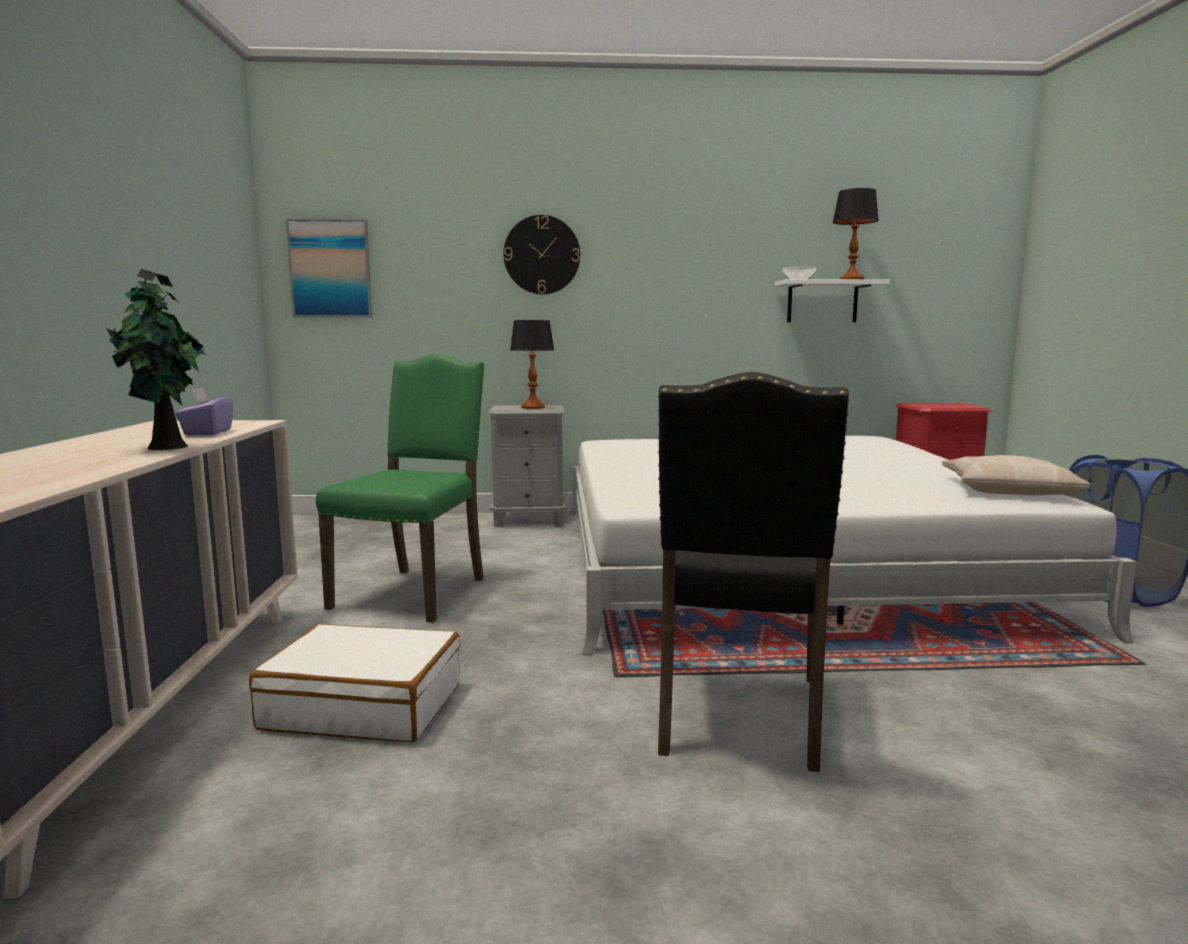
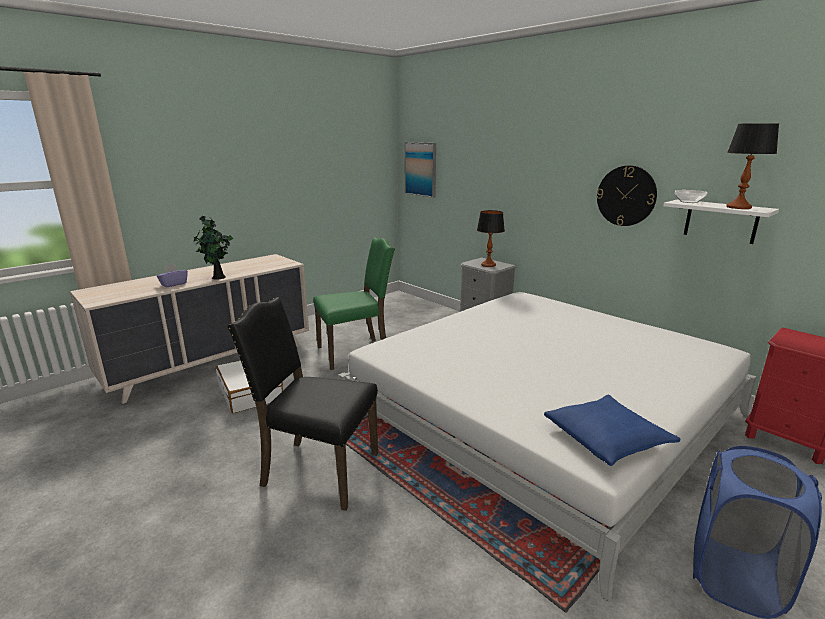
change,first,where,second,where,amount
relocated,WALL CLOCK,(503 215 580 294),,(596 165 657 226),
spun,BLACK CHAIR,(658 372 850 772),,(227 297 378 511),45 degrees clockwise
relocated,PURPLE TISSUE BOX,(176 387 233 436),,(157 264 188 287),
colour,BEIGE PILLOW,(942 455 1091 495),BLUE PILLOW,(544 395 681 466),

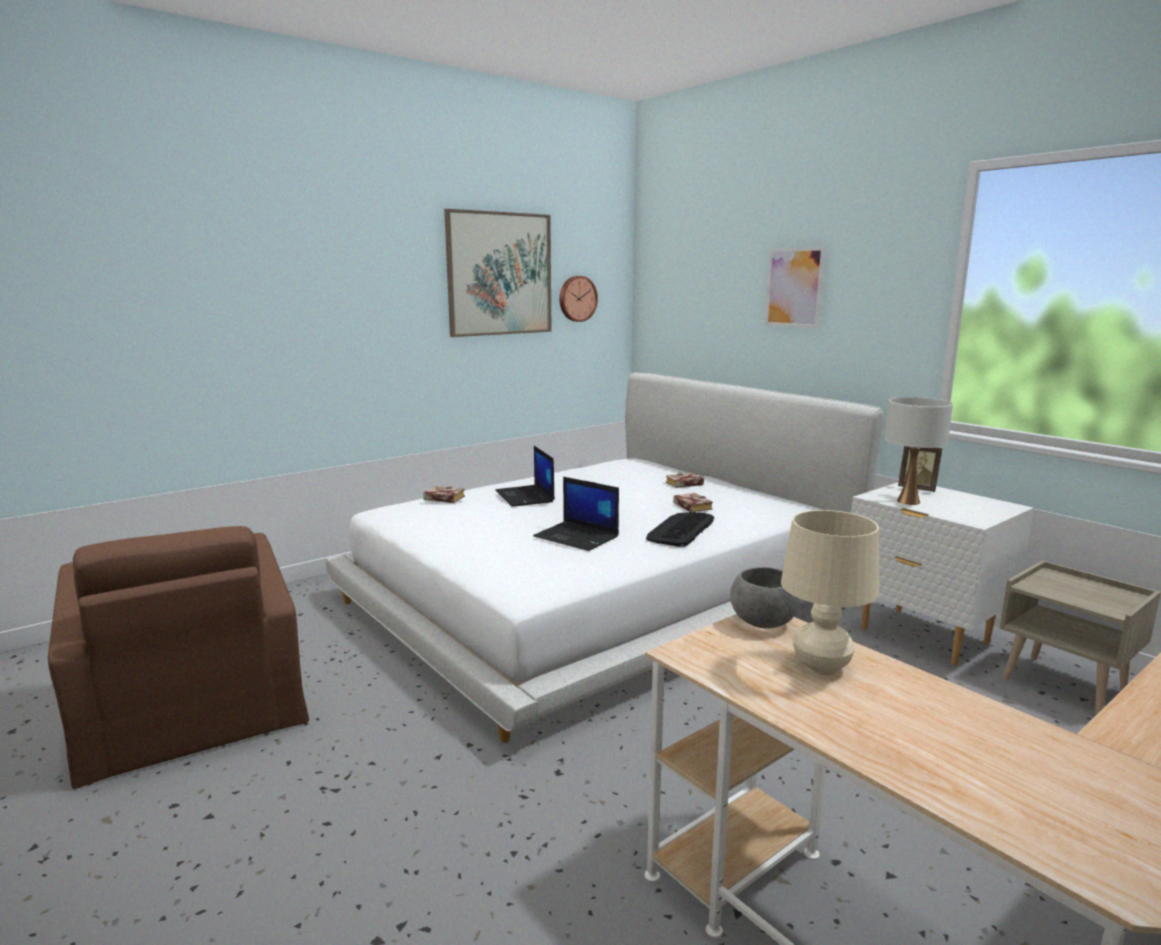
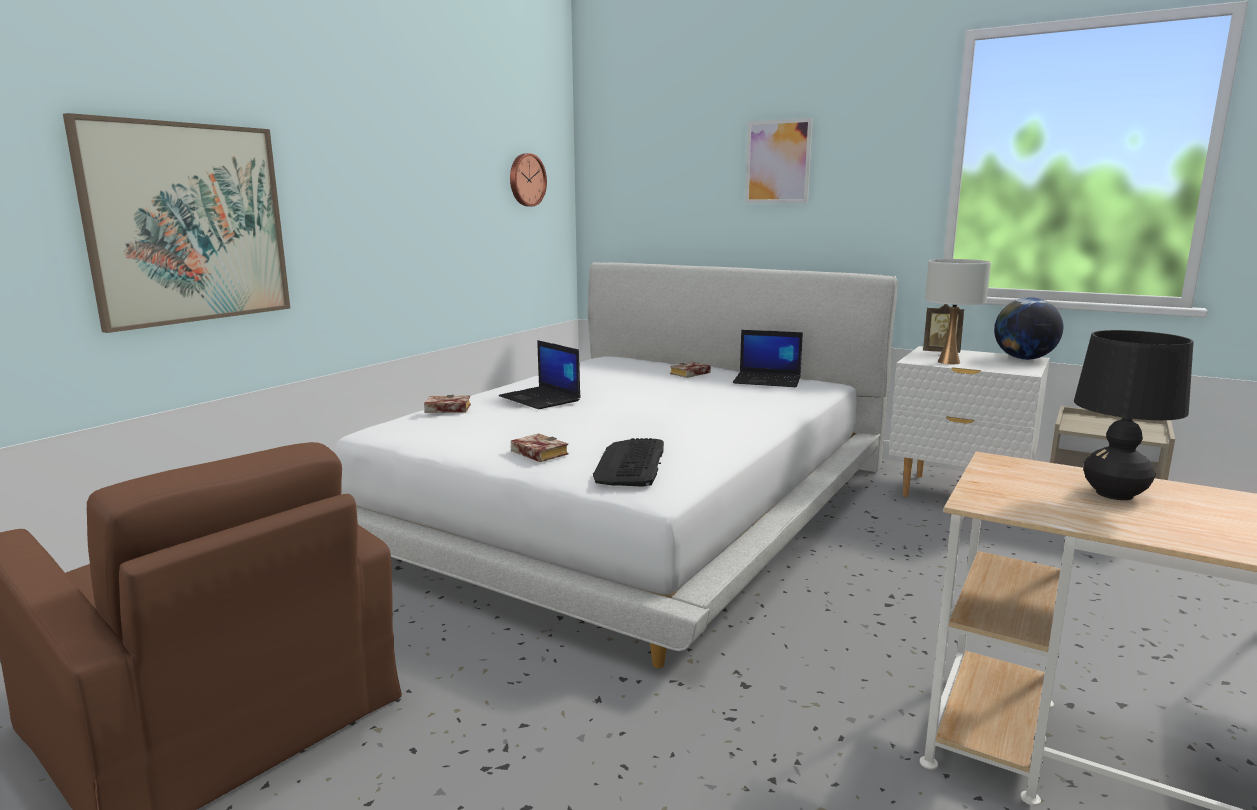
change,first,where,second,where,amount
relocated,PICTURE,(444 209 552 337),,(63 113 290 333),
relocated,LAPTOP,(533 477 619 551),,(733 330 803 387),
relocated,BOOK,(673 493 713 512),,(511 433 568 462),
colour,BEIGE TABLE LAMP,(781 510 879 675),BLACK TABLE LAMP,(1074 330 1194 500),
relocated,KEYBOARD,(646 512 714 547),,(593 438 664 487),
missing,GREY BOWL,(730 567 801 629),,,
appeared,,,GLOBE,(994 297 1063 360),

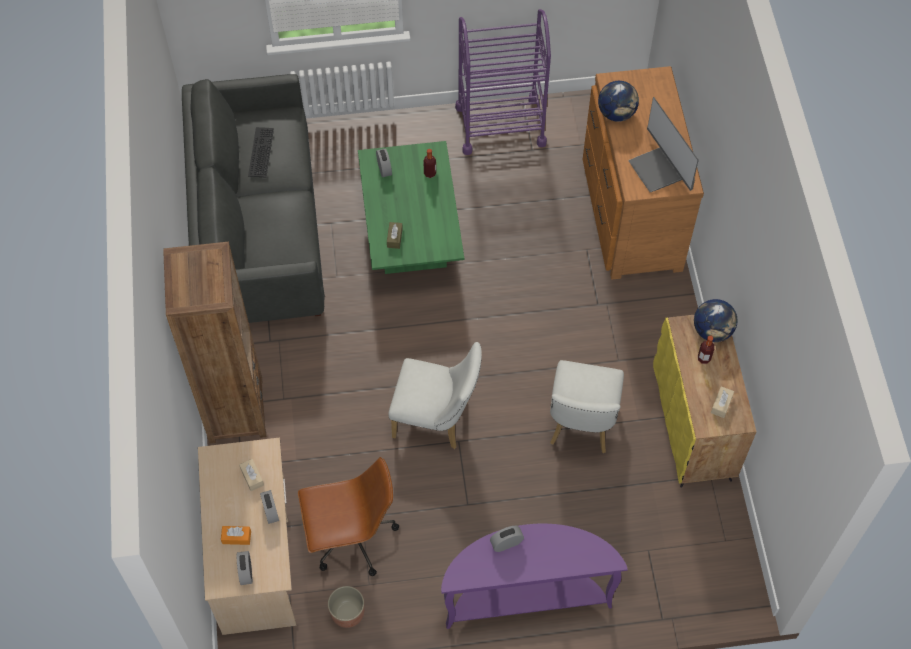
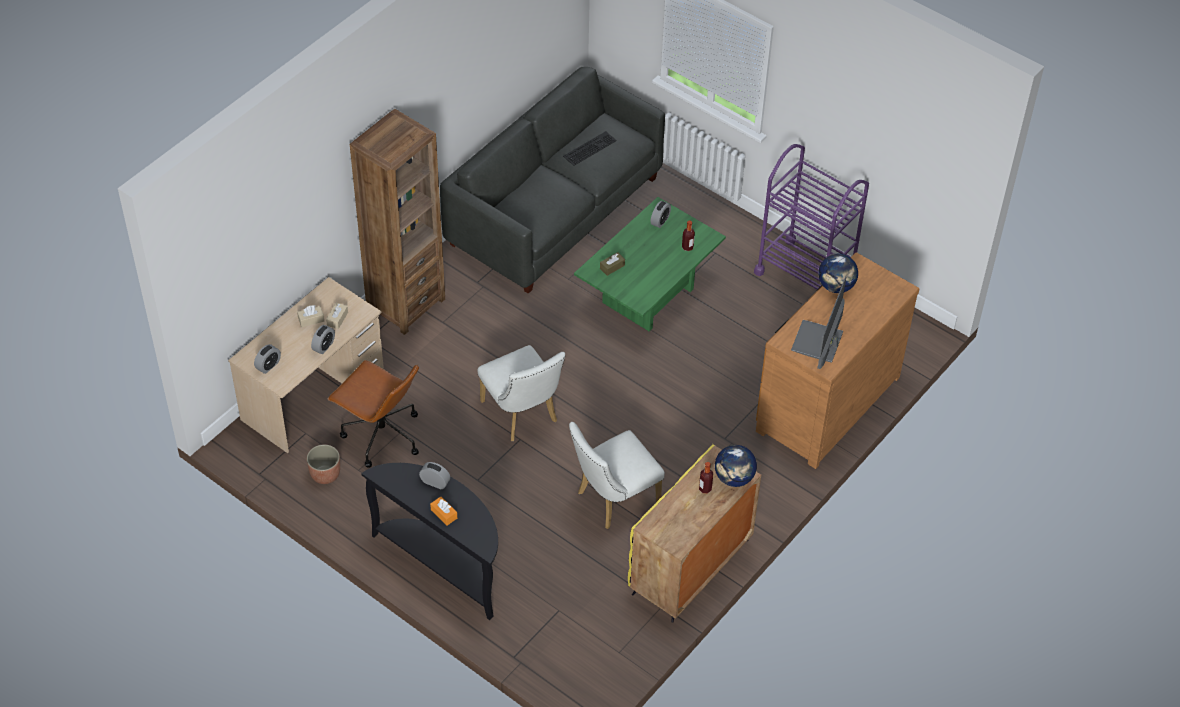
change,first,where,second,where,amount
relocated,BEIGE TISSUE BOX,(711 386 734 418),,(297 305 324 327),
colour,PURPLE CONSOLE TABLE,(441 524 628 629),BLACK CONSOLE TABLE,(362 463 498 620),
relocated,ORANGE TISSUE BOX,(221 526 251 545),,(430 496 457 525),

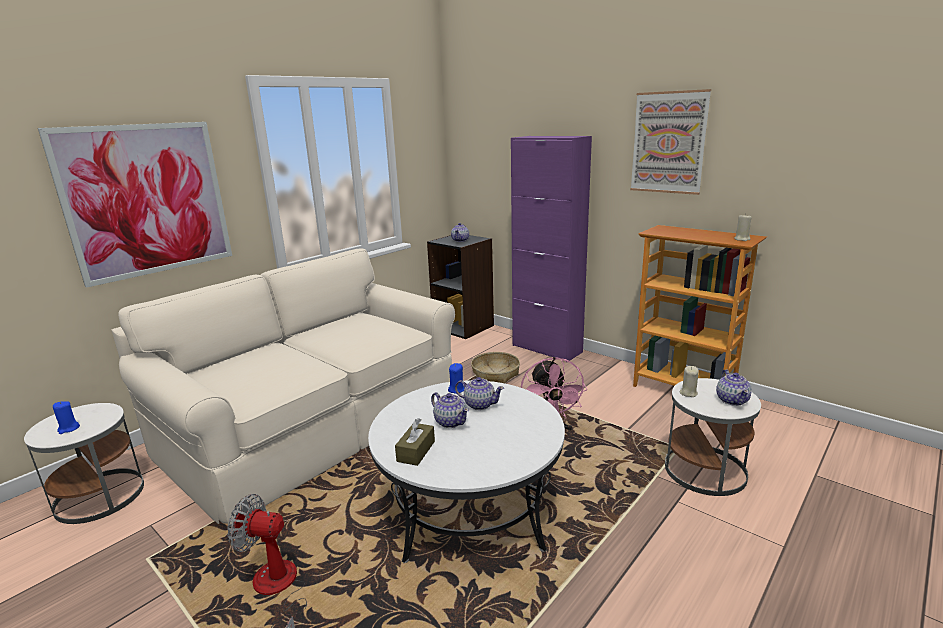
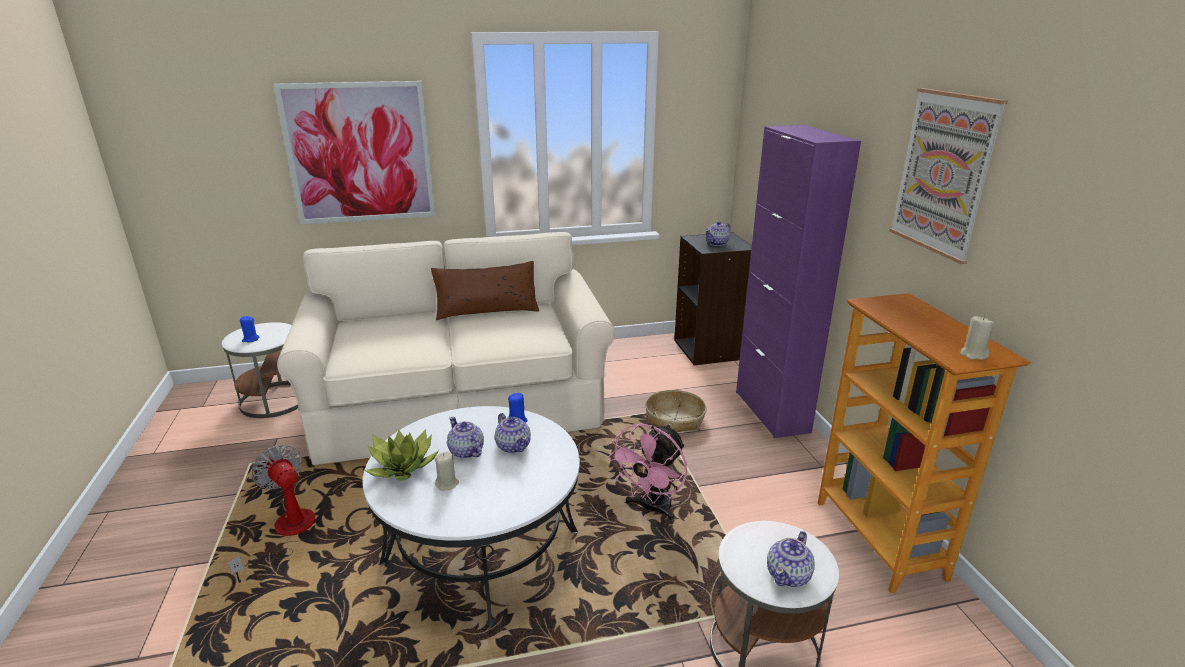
change,first,where,second,where,amount
relocated,BEIGE CANDLE,(680 366 699 397),,(435 452 459 491),
spun,TEAPOT,(431 392 469 428),,(447 417 484 459),150 degrees clockwise
exchanged,BROWN TISSUE BOX,(395 418 435 466),POTTED PLANT,(364 429 439 481),
appeared,,,BROWN PILLOW,(431 261 539 320),

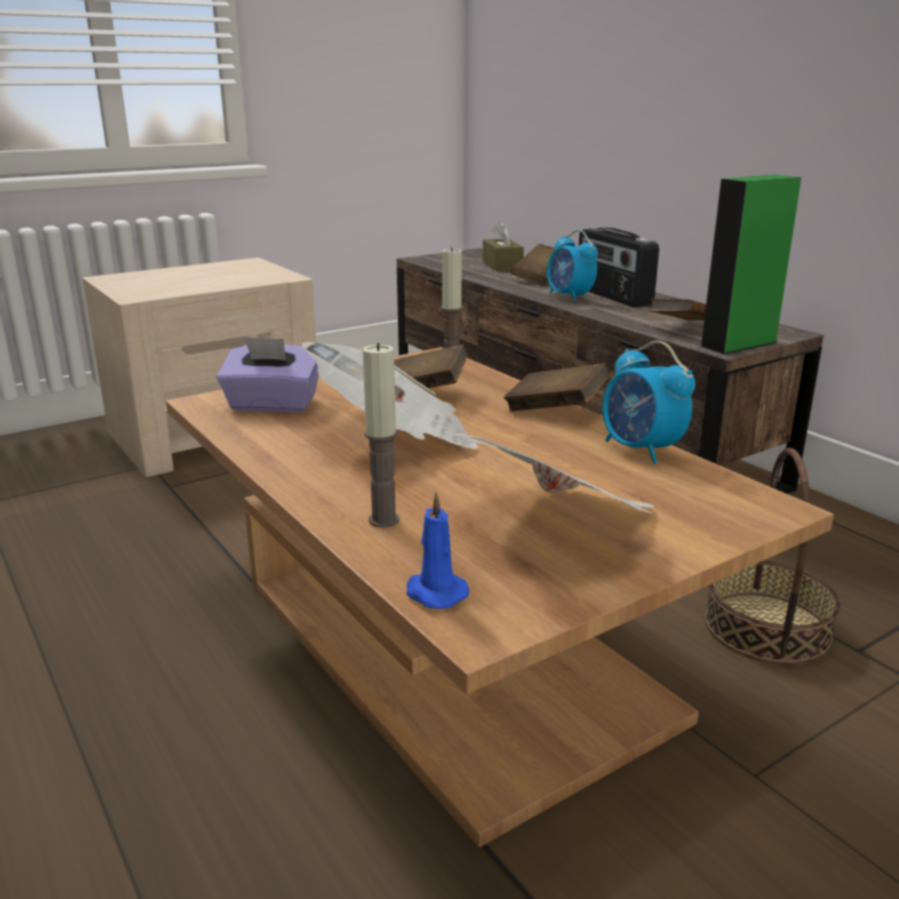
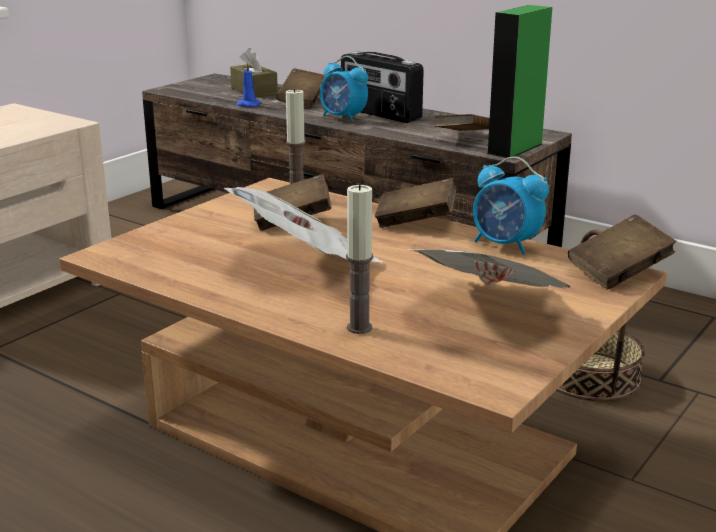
change,first,where,second,where,amount
missing,PURPLE TISSUE BOX,(217 337 319 412),,,
relocated,BLUE CANDLE,(406 492 469 609),,(236 62 261 107),
appeared,,,BROWN BOOK,(568 215 677 289),

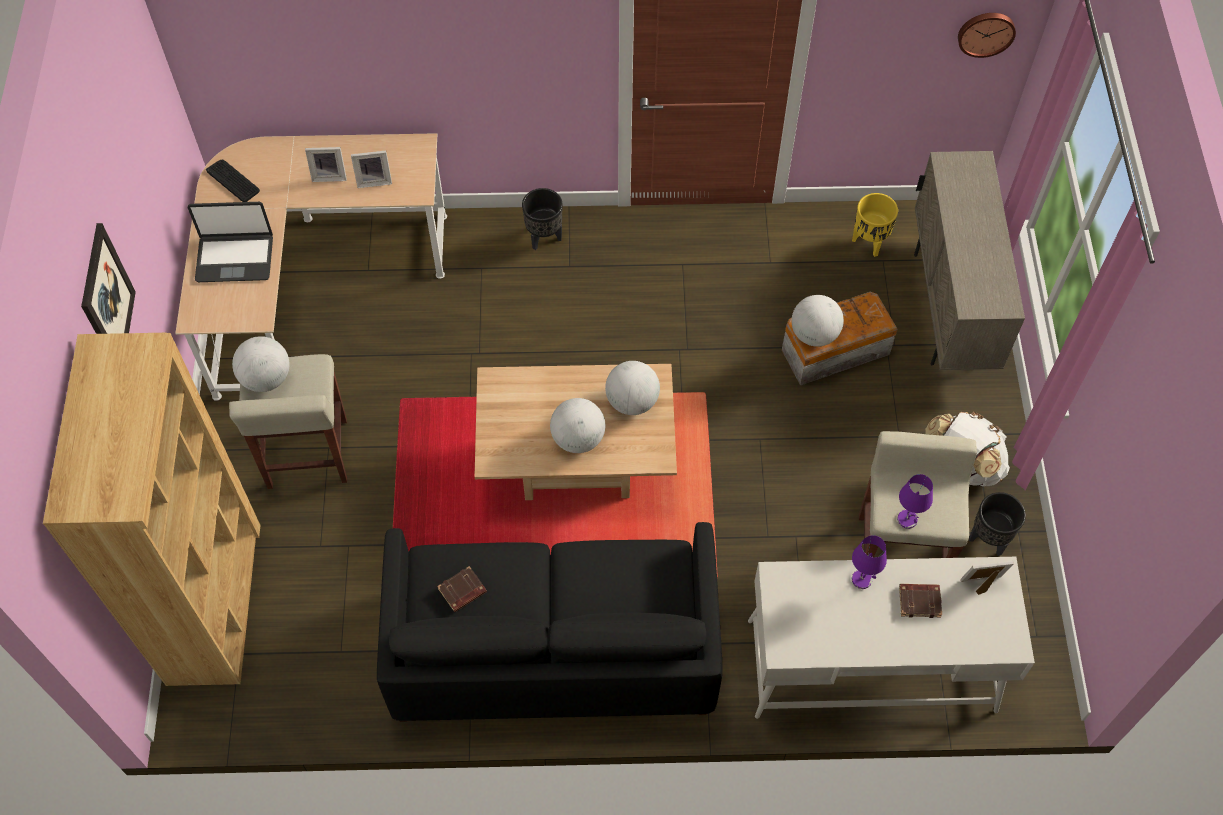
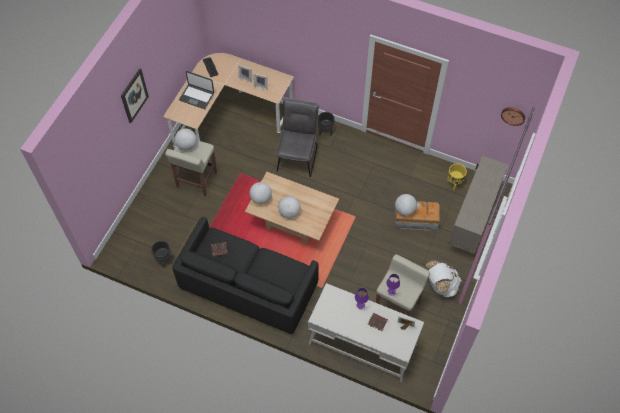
change,first,where,second,where,amount
missing,BROWN BOOKCASE,(43 333 260 686),,,
relocated,GLOBE,(605 361 660 415),,(250 182 272 204),
relocated,BLACK PLANTER,(969 492 1026 556),,(151 241 172 268),
appeared,,,GREY CHAIR,(276 99 319 177),

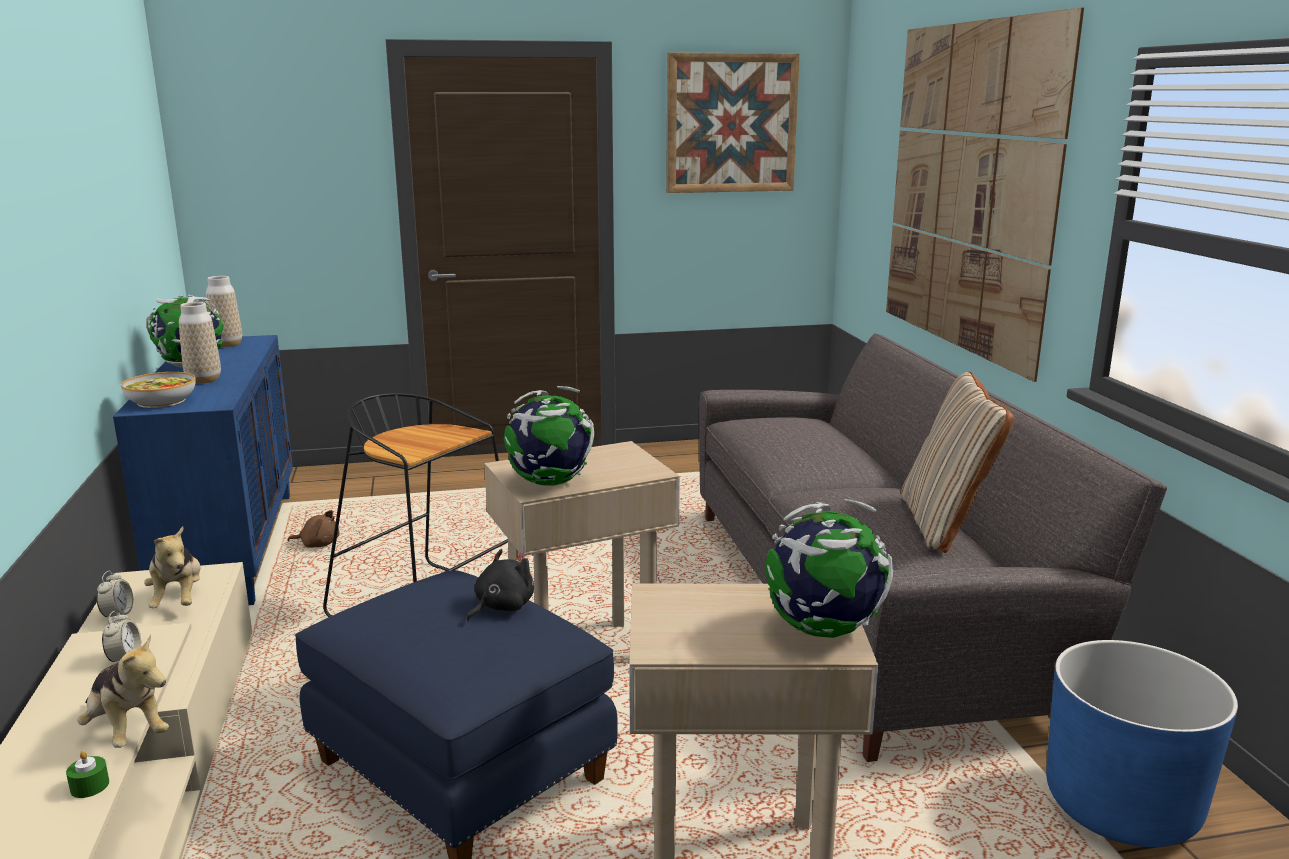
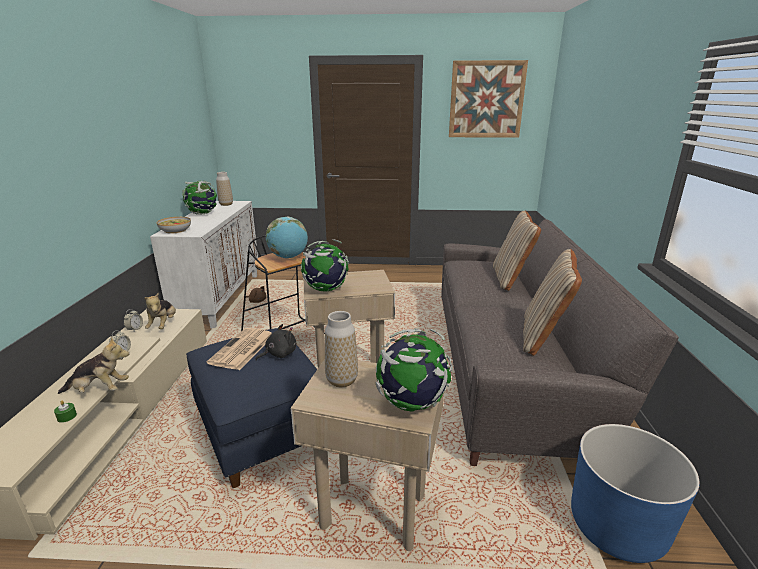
change,first,where,second,where,amount
missing,PICTURE,(886 7 1084 382),,,
relocated,VASE,(179 302 221 384),,(325 311 358 387),
colour,BLUE CABINET,(113 335 293 605),WHITE CABINET,(150 201 258 329),
spun,PLUSH TOY,(77 634 169 748),,(58 337 129 394),60 degrees counterclockwise
appeared,,,BEIGE PILLOW,(493 210 541 291),
appeared,,,GLOBE,(266 217 308 258),
appeared,,,NEWSPAPER,(207 328 272 370),

